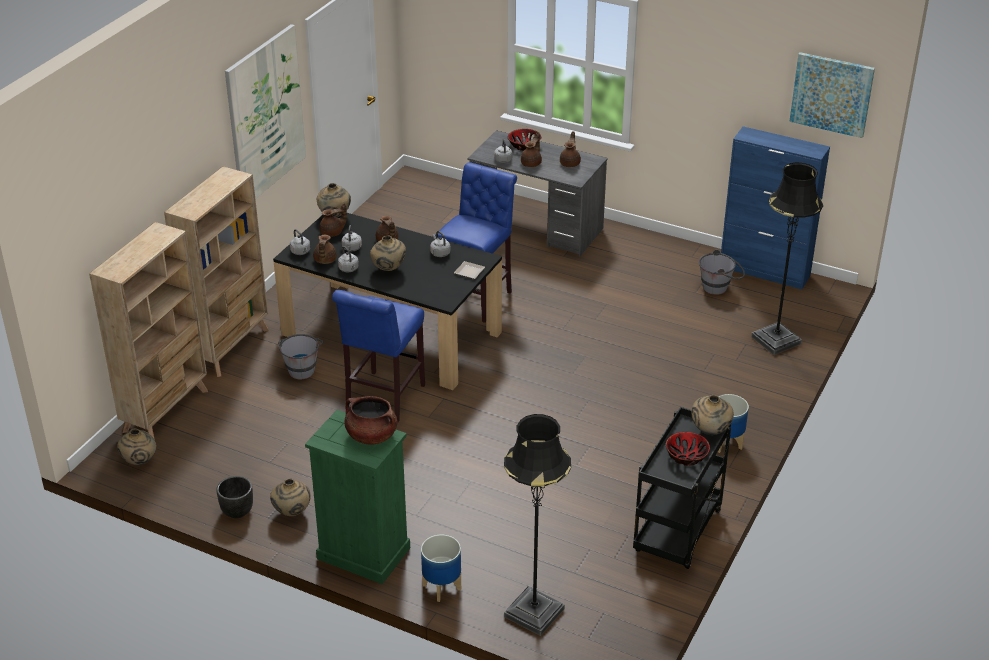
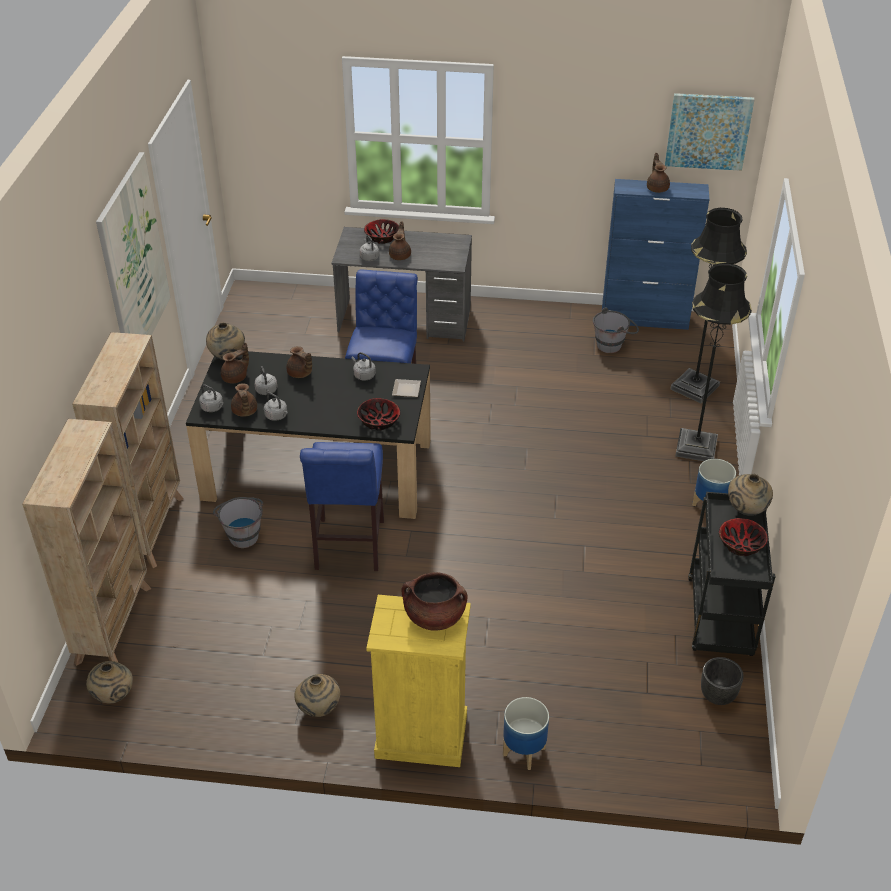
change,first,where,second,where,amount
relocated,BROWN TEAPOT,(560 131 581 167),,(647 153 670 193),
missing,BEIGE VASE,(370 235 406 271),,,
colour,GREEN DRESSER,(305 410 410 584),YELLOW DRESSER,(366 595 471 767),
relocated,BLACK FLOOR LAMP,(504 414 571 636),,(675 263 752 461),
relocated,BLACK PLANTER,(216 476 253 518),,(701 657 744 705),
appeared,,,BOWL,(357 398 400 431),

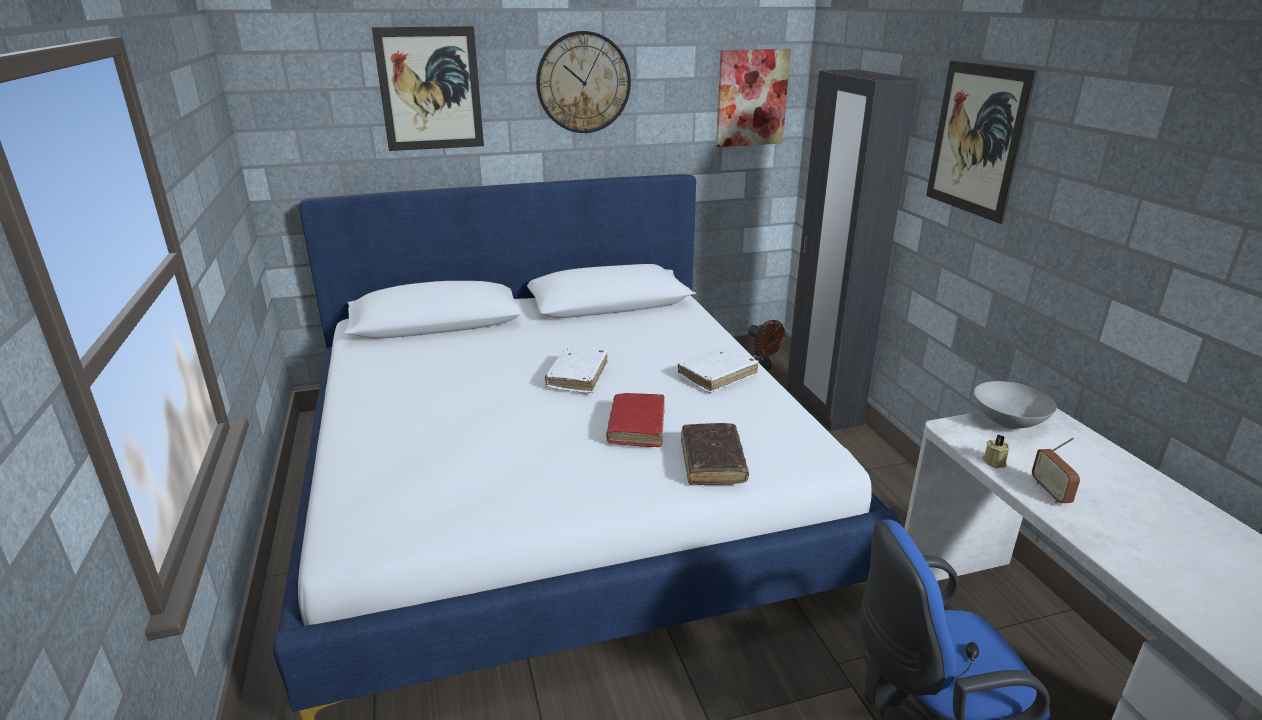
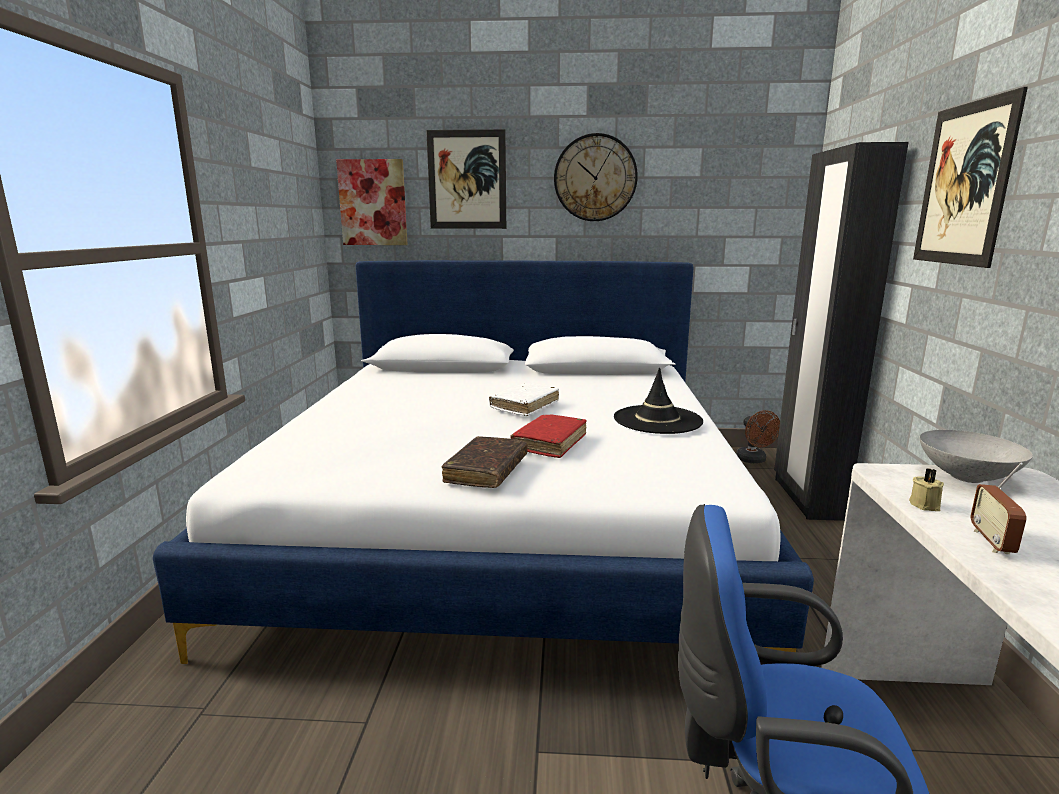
change,first,where,second,where,amount
relocated,PICTURE,(716 49 791 147),,(336 159 408 245),
exchanged,WHITE BOOK,(678 348 759 393),BLACK HAT,(614 368 703 434),
relocated,BROWN BOOK,(681 423 749 485),,(442 436 528 488),

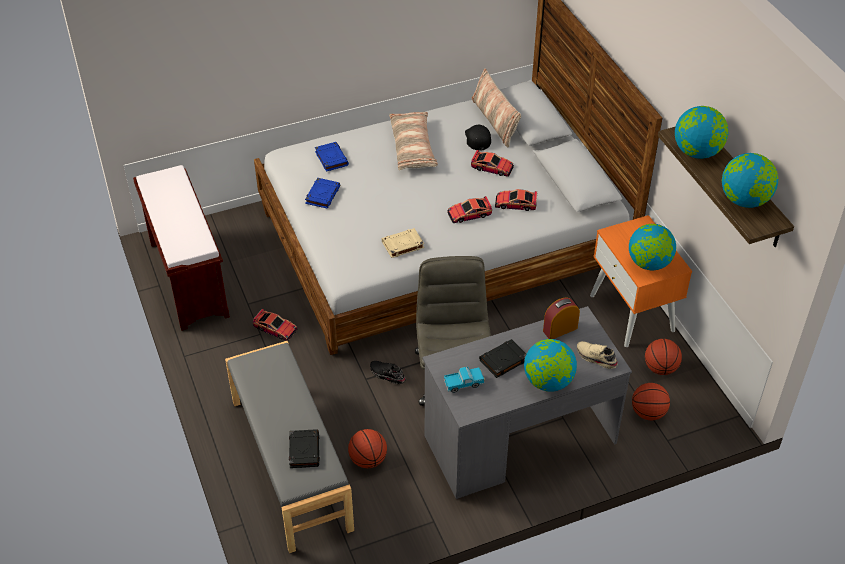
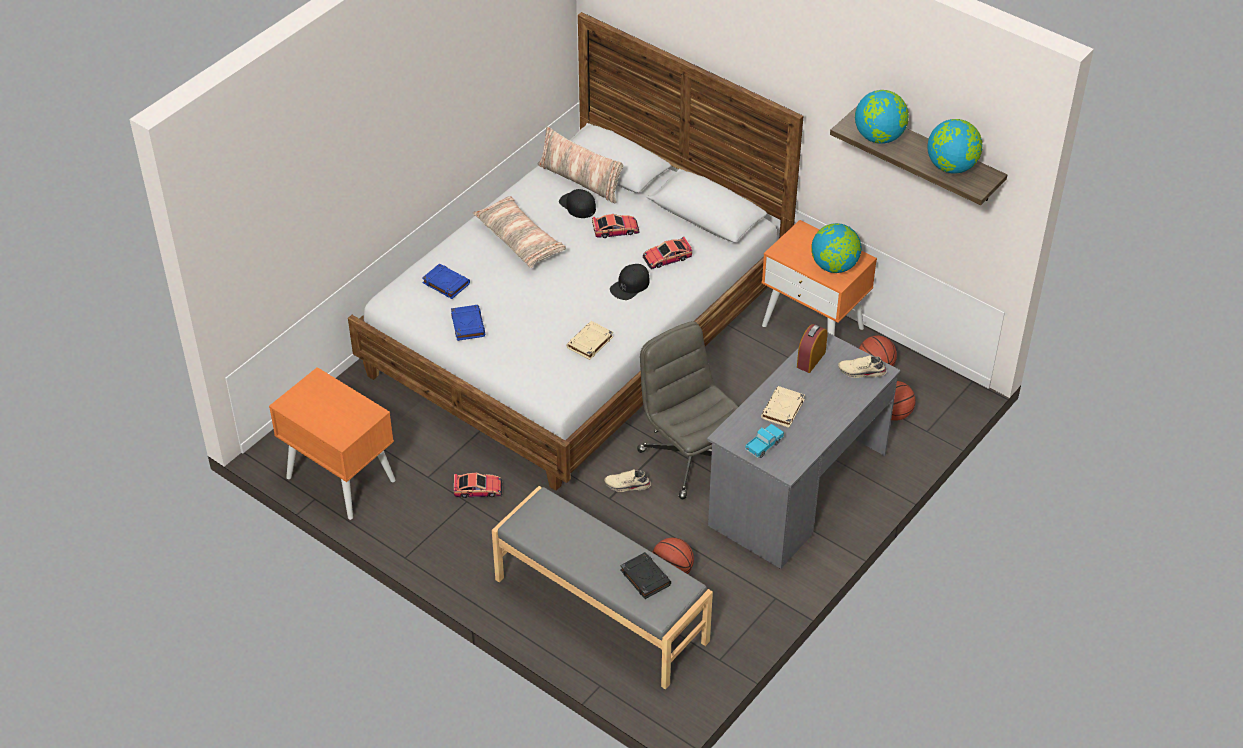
change,first,where,second,where,amount
exchanged,BROWN BENCH,(133 165 230 331),ORANGE NIGHTSTAND,(269 367 396 520),
exchanged,TOY CAR,(447 196 492 223),BLACK CAP,(610 264 649 300),
colour,BLACK BOOK,(479 339 526 378),BEIGE BOOK,(761 386 805 428),
missing,GLOBE,(524 339 577 392),,,
colour,BLACK SHOE,(370 361 406 384),BEIGE SHOE,(604 469 651 492),

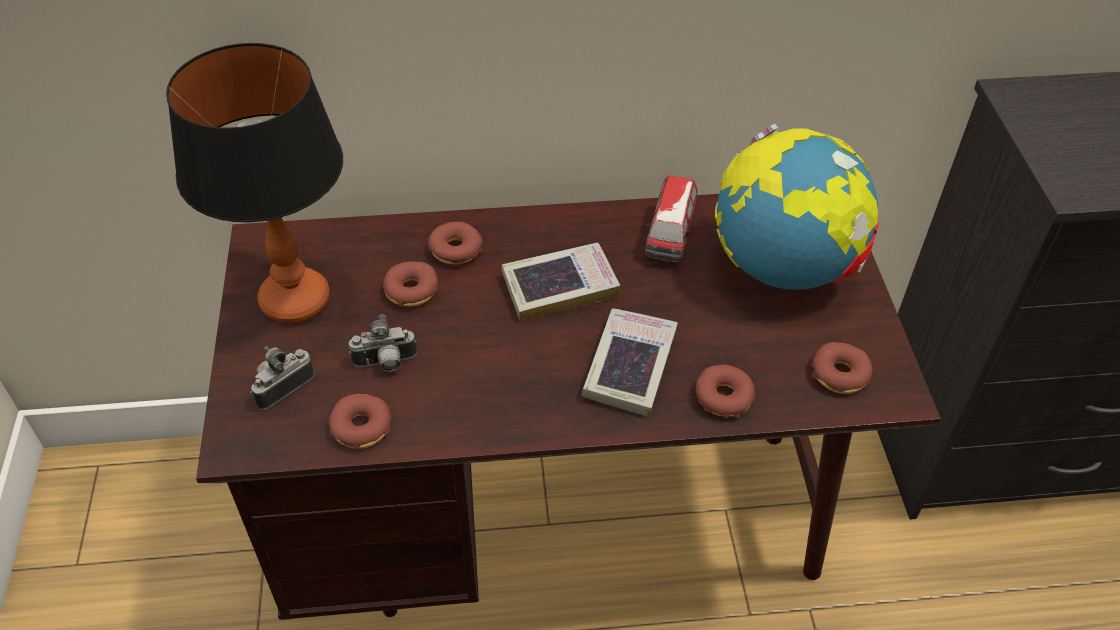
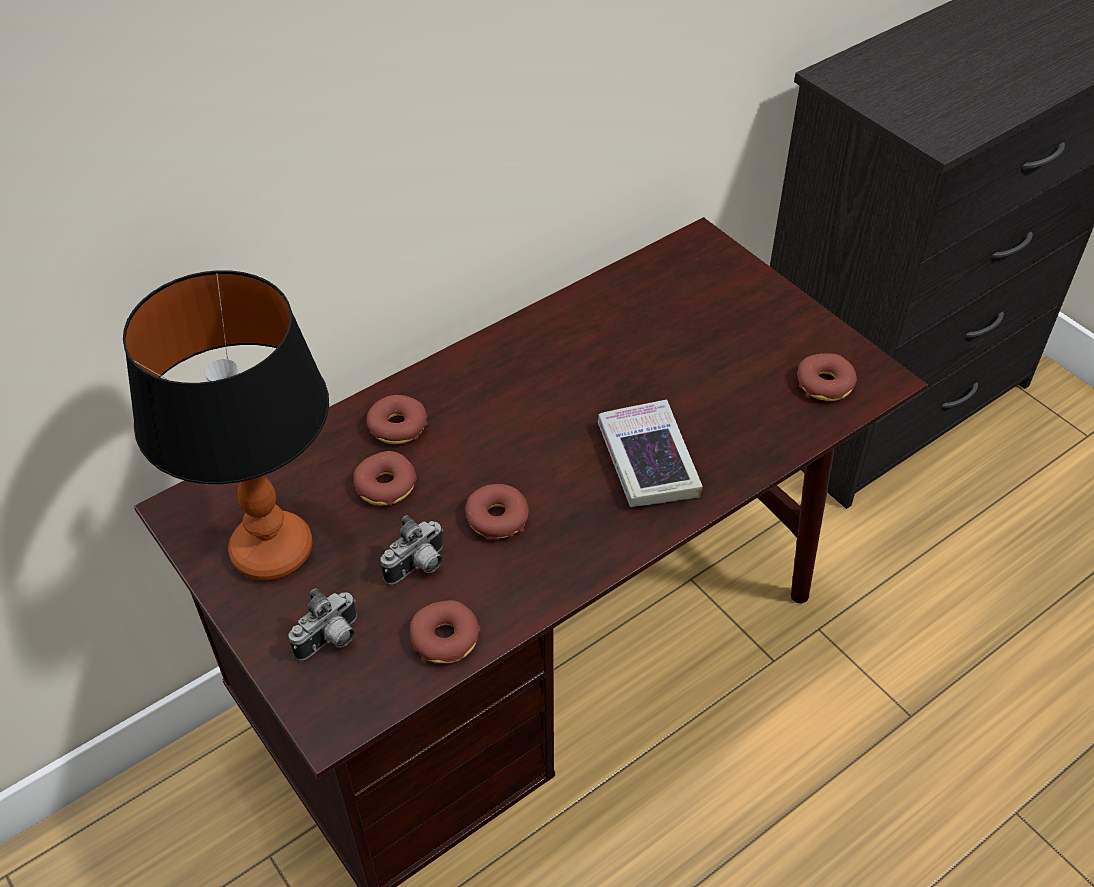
change,first,where,second,where,amount
missing,GLOBE,(715 124 879 290),,,
missing,TOY CAR,(645 175 697 263),,,
missing,BOOK,(502 242 620 321),,,
spun,PHOTO CAMERA,(250 346 314 410),,(288 588 357 660),150 degrees counterclockwise
relocated,DONUT,(696 365 755 419),,(465 484 529 540),

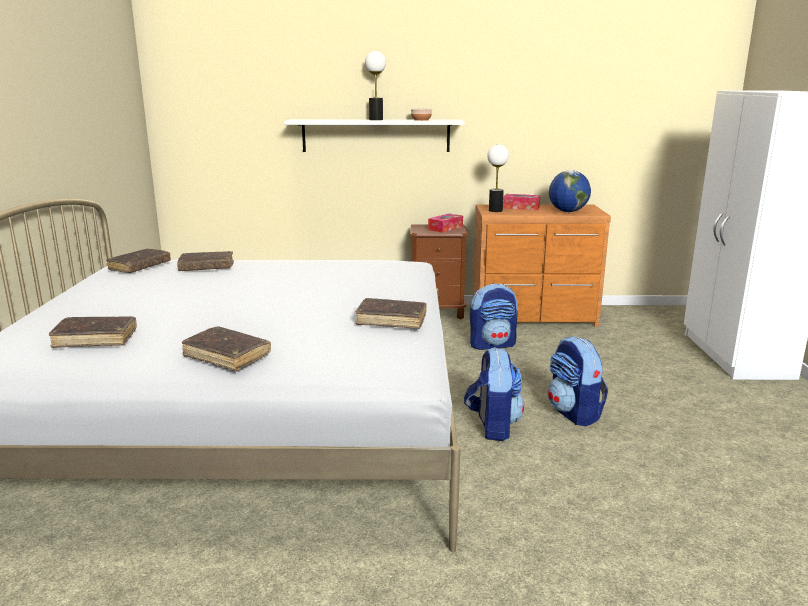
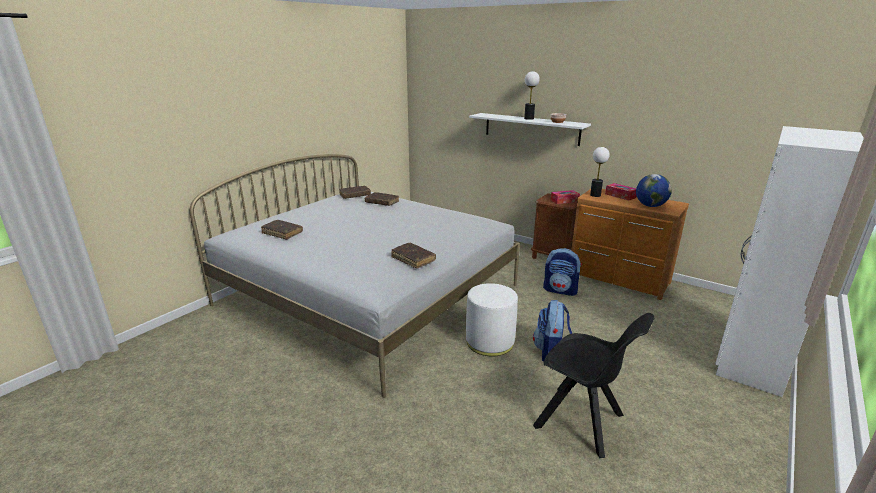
change,first,where,second,where,amount
missing,BROWN BOOK,(182 326 271 371),,,
exchanged,BACKPACK,(464 347 524 441),WHITE OTTOMAN,(466 283 518 356),
appeared,,,BLACK CHAIR,(533 313 654 458),

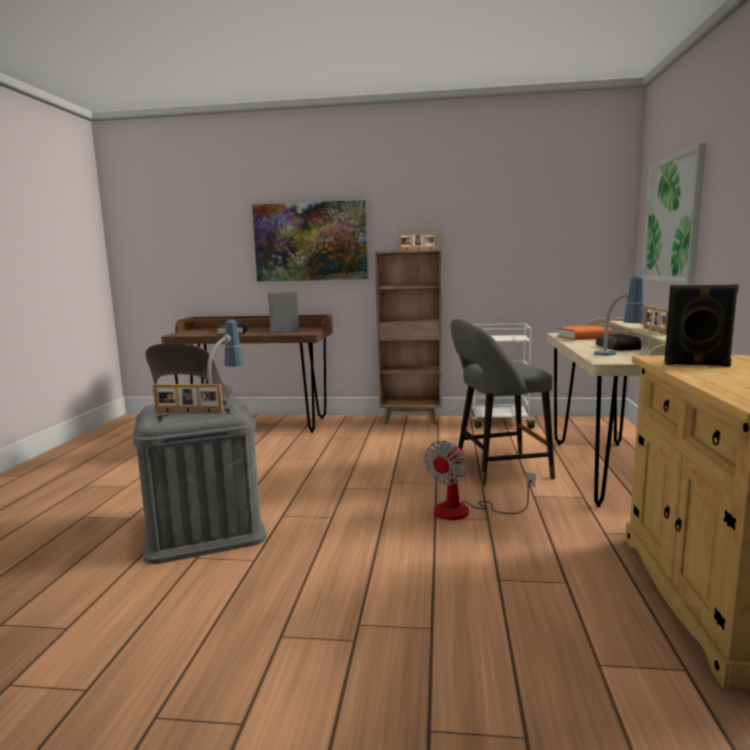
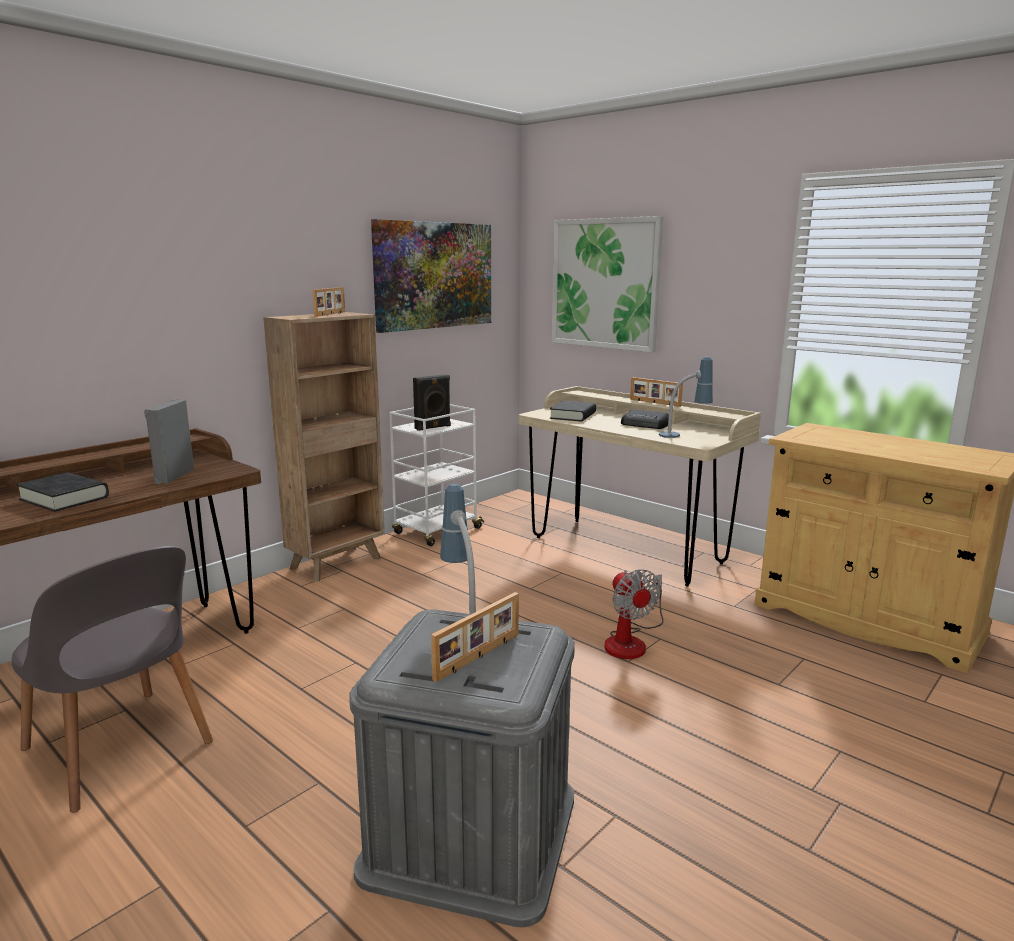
change,first,where,second,where,amount
relocated,PICTURE,(252 200 368 282),,(371 219 491 333),
relocated,BLACK SPEAKER,(664 284 739 366),,(413 375 451 431),
missing,GREY STOOL,(451 319 555 486),,,
colour,ORANGE BOOK,(558 325 612 340),BLACK BOOK,(550 400 596 421),

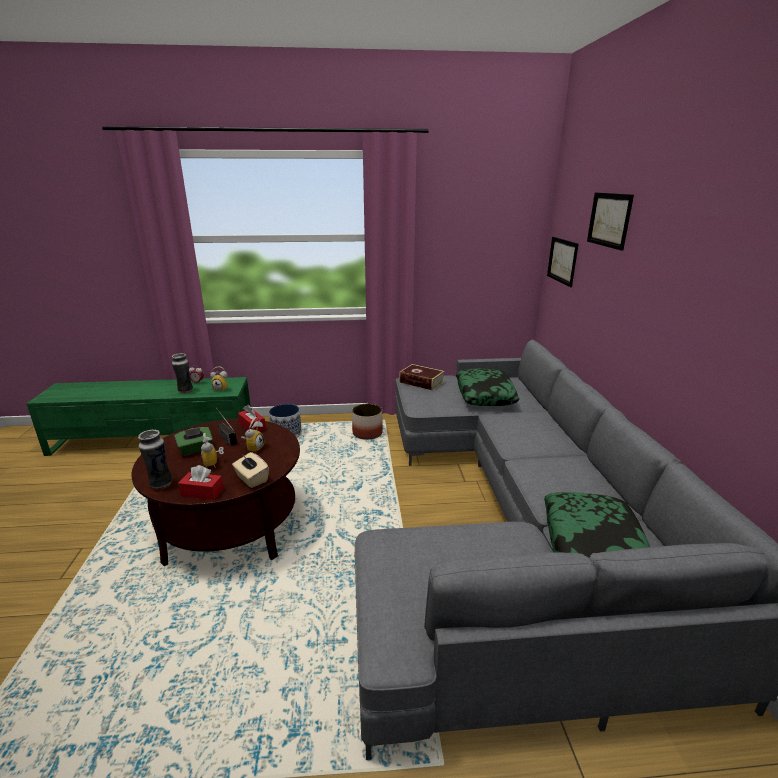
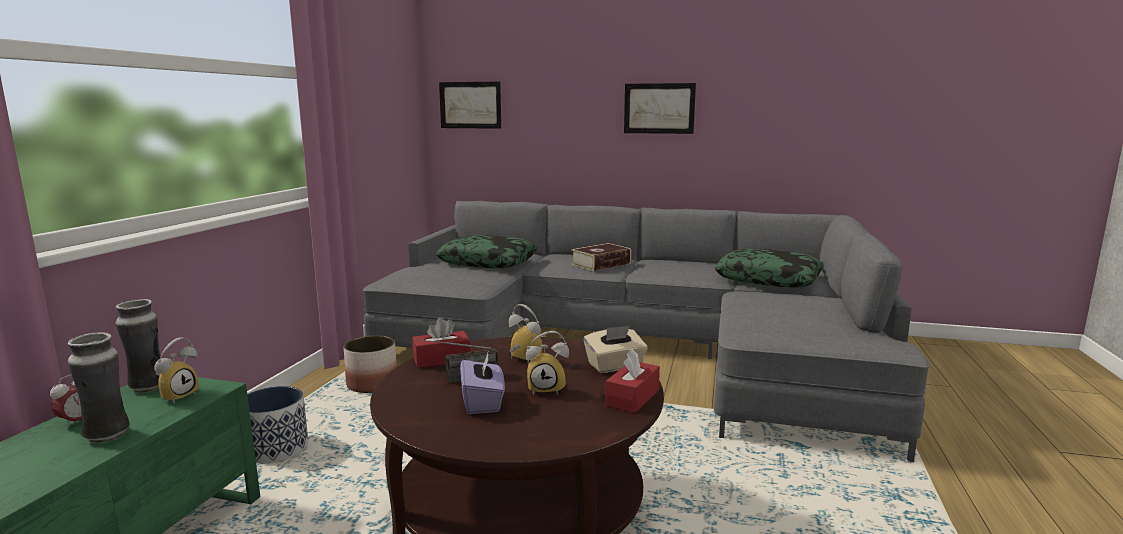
change,first,where,second,where,amount
relocated,PICTURE,(587 192 634 251),,(624 83 696 134),
relocated,BOOK,(399 364 445 391),,(571 243 631 271),
colour,GREEN TISSUE BOX,(174 427 213 456),PURPLE TISSUE BOX,(460 353 505 414),
relocated,VASE,(138 430 172 489),,(116 299 160 393),

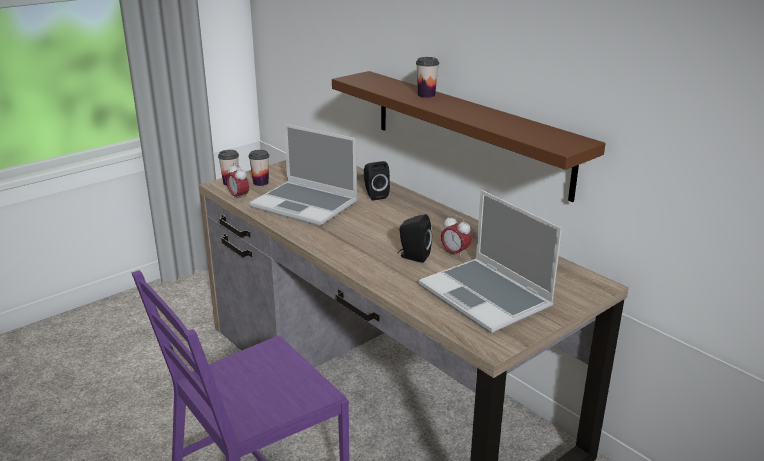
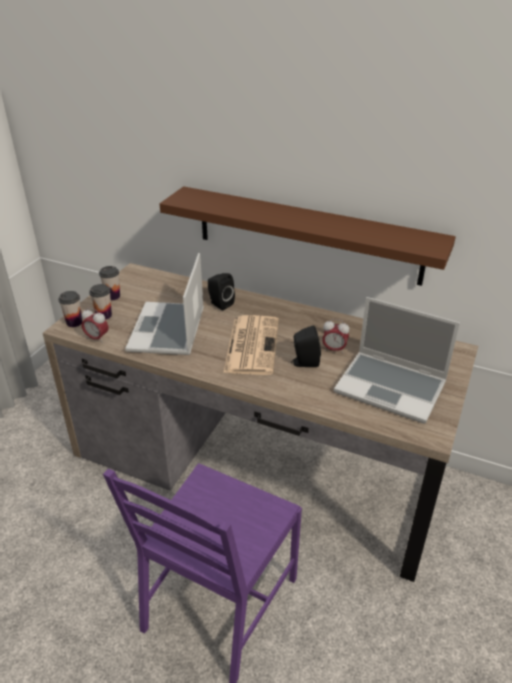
change,first,where,second,where,amount
relocated,CUP,(416 57 439 98),,(99 266 120 300),
spun,LAPTOP,(249 124 358 226),,(125 253 204 355),90 degrees clockwise
appeared,,,NEWSPAPER,(223 315 279 375),

